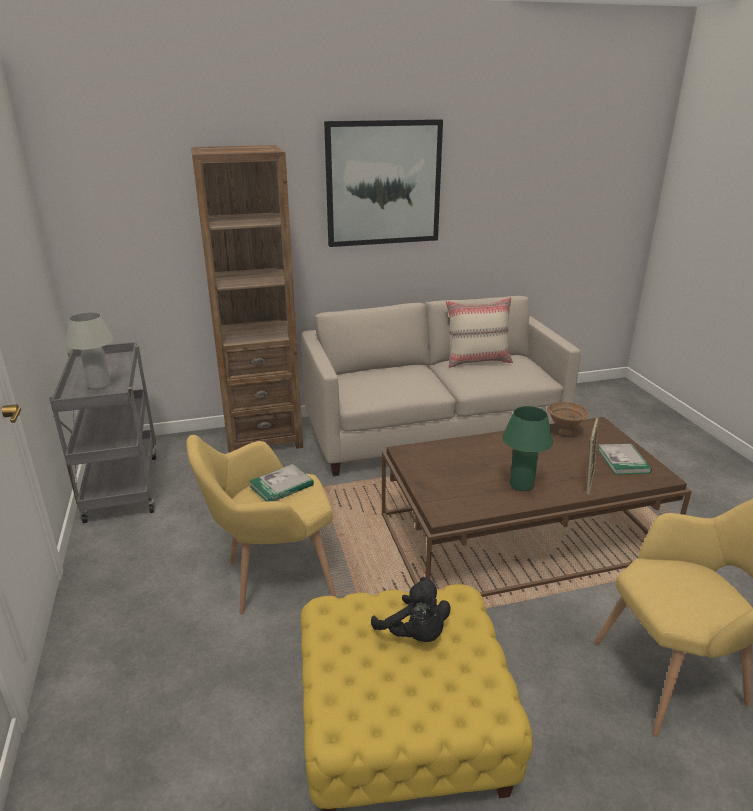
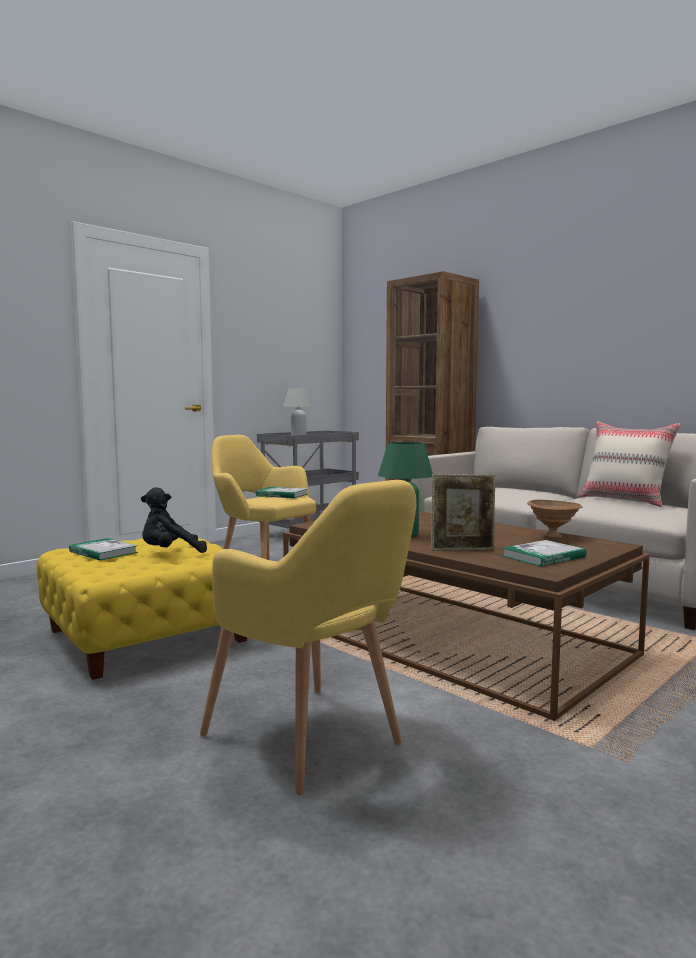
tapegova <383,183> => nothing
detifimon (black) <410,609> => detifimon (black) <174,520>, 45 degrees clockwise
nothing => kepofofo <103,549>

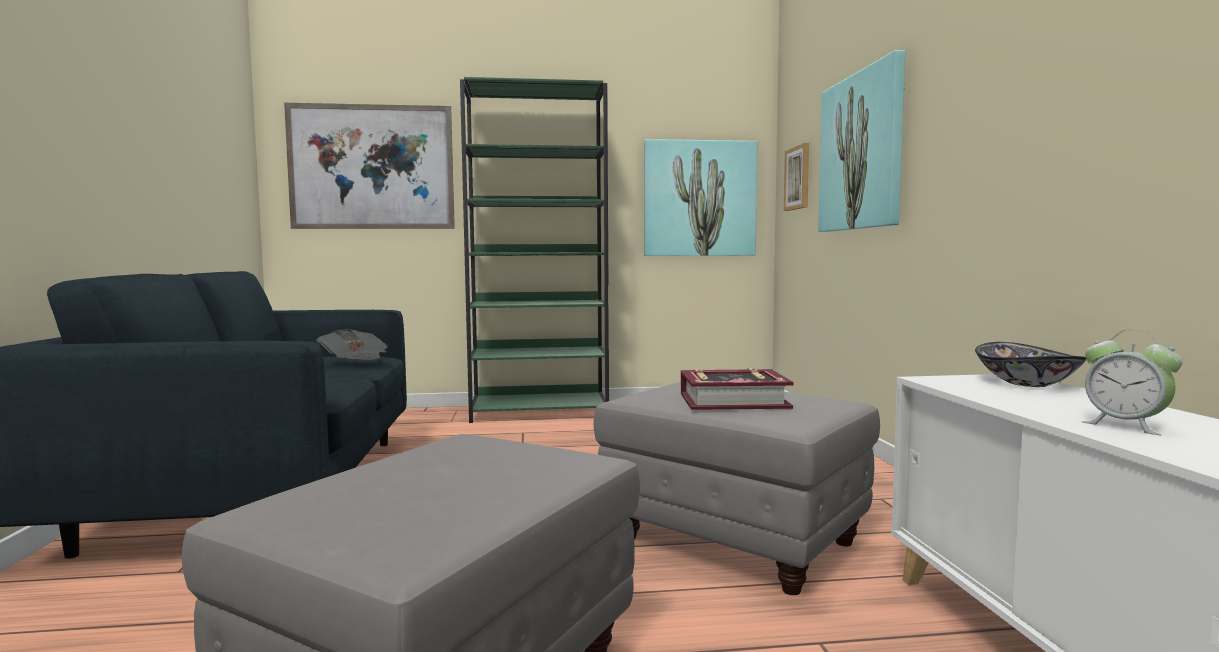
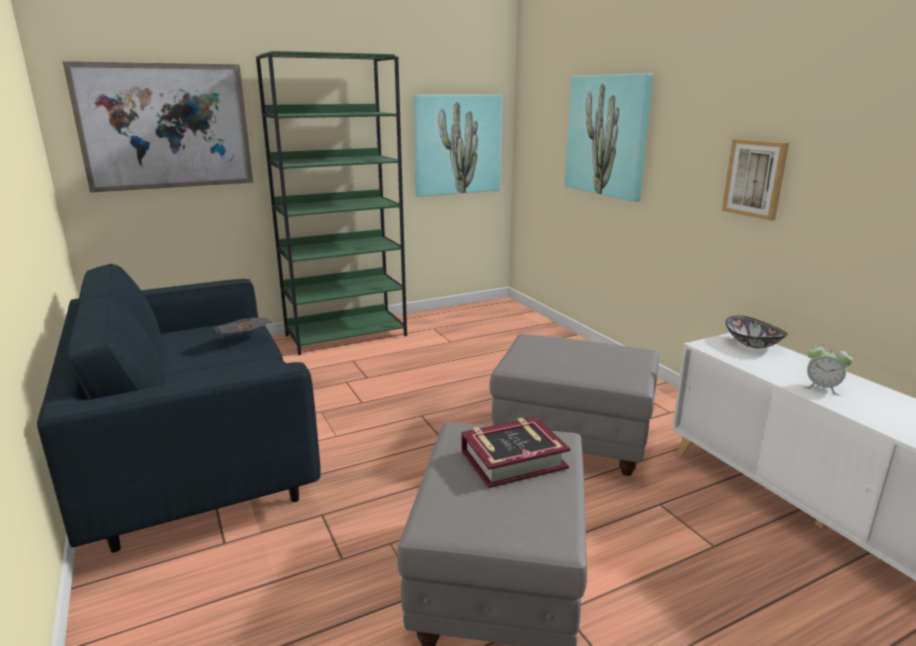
kepofofo <737,389> => kepofofo <515,452>, relocated
tapegova <796,177> => tapegova <755,180>, relocated

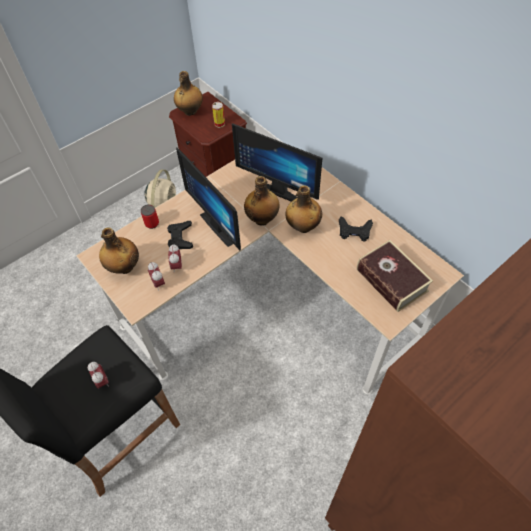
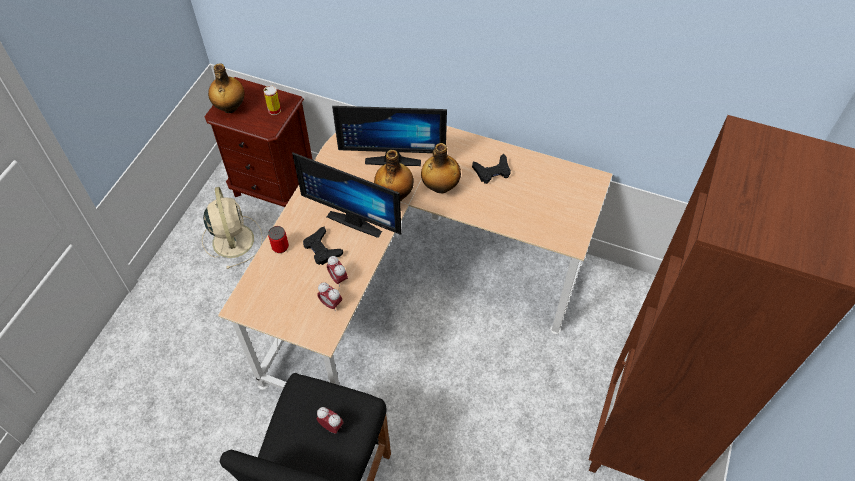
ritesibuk <119,250> => nothing
kepofofo <395,276> => nothing

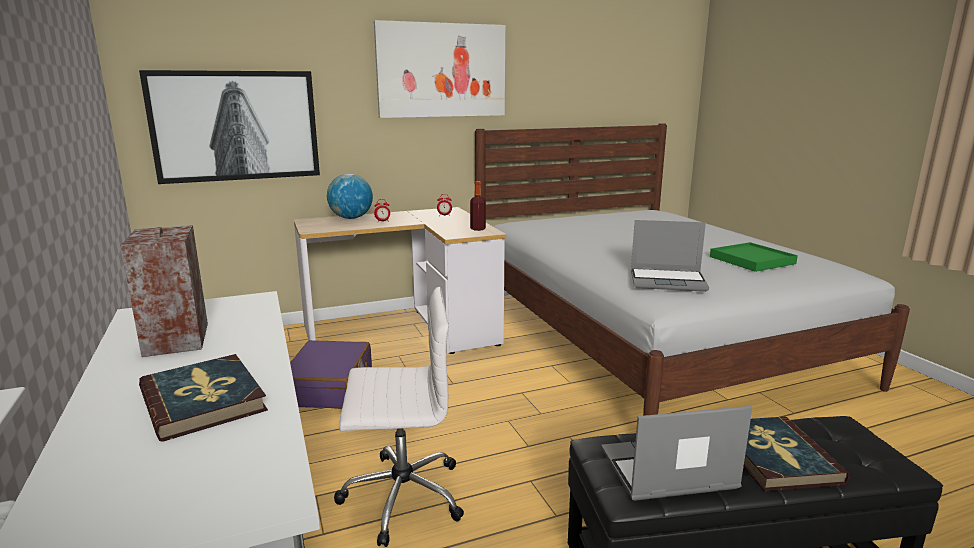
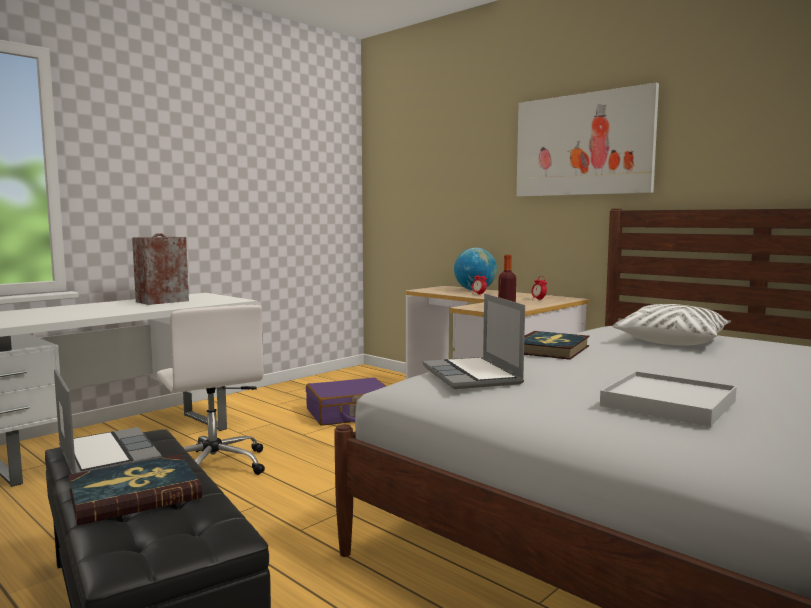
tapegova <229,127> => nothing
kepofofo <203,398> => kepofofo <557,345>, relocated
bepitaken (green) <754,257> => bepitaken (white) <668,399>
nothing => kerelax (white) <671,325>

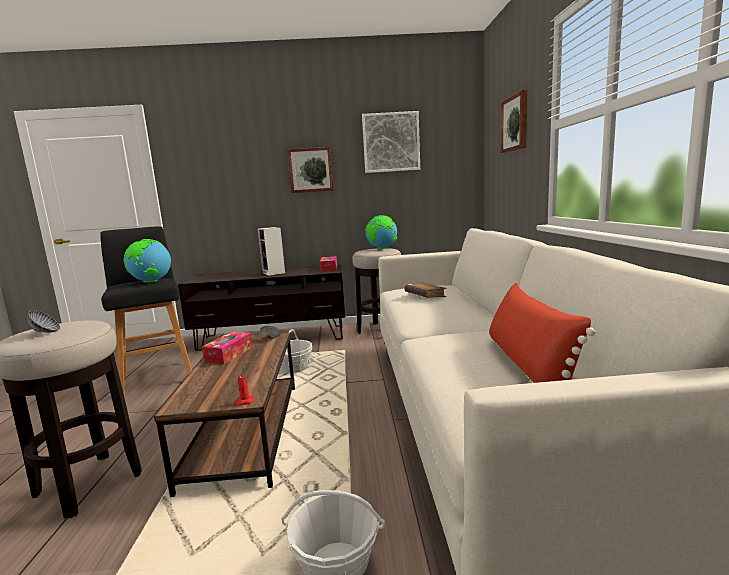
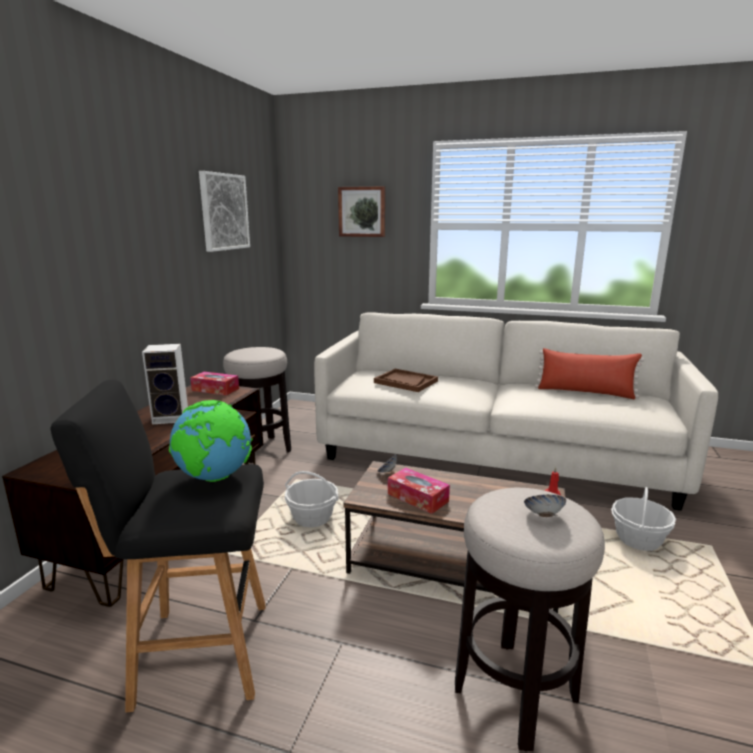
tapegova <310,170> => nothing
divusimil <381,232> => nothing
kepofofo (brown) <426,290> => bepitaken (brown) <406,380>

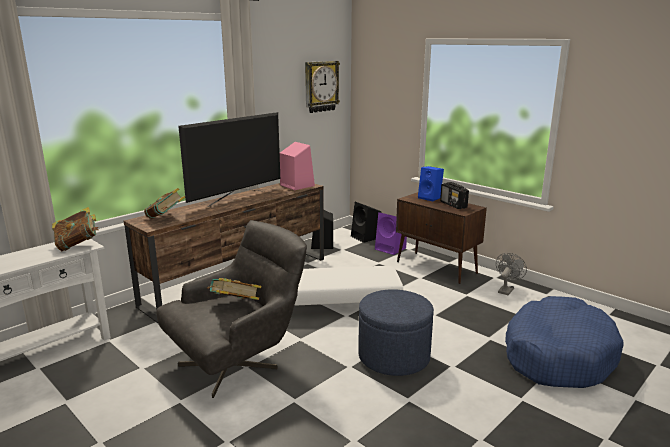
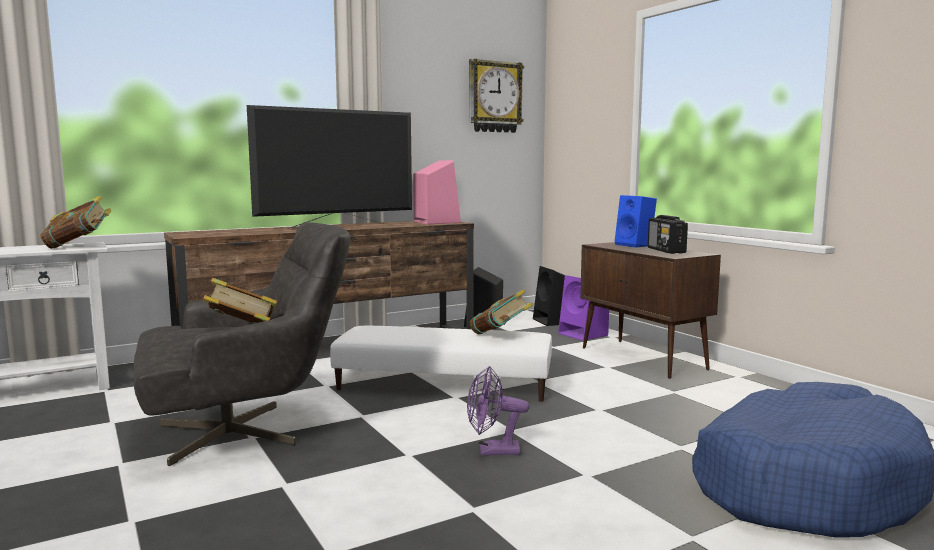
kepofofo <164,203> => kepofofo <501,311>, relocated
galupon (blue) <396,332> => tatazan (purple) <498,410>
tatazan (grey) <511,274> => nothing

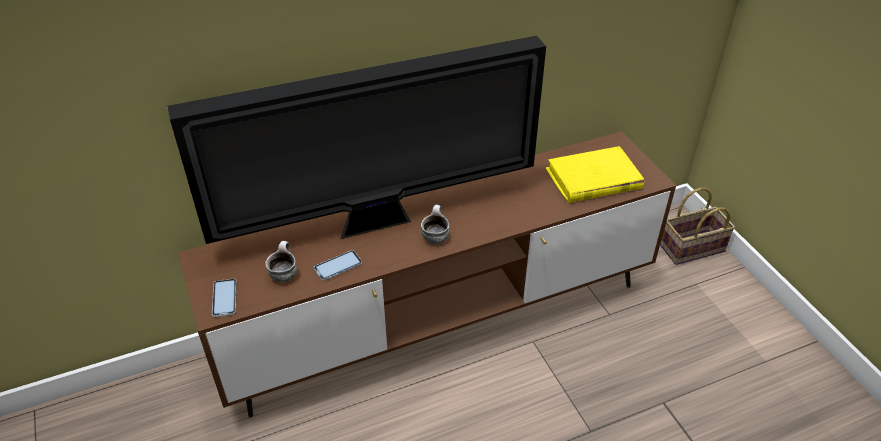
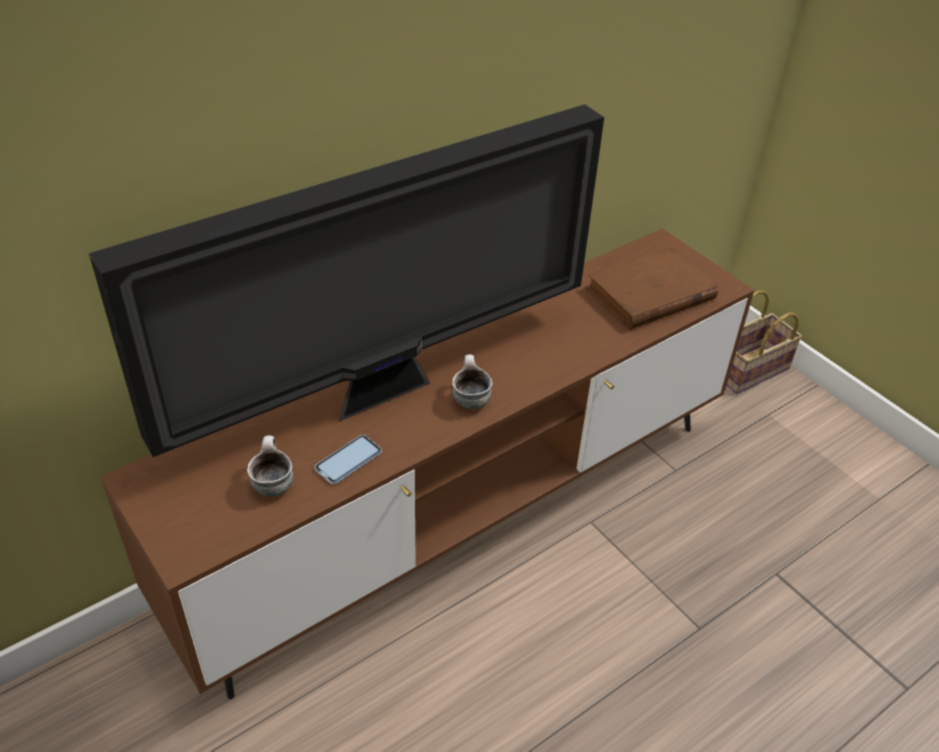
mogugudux <224,298> => nothing
kepofofo (yellow) <594,174> => kepofofo (brown) <651,288>

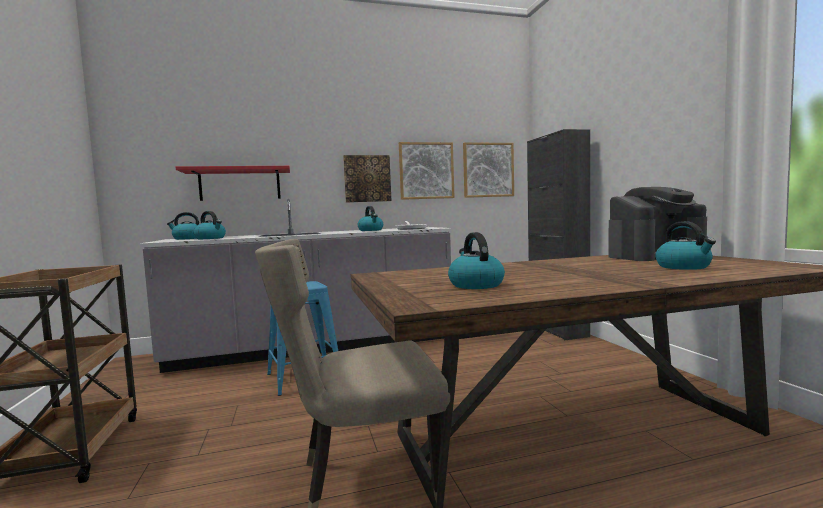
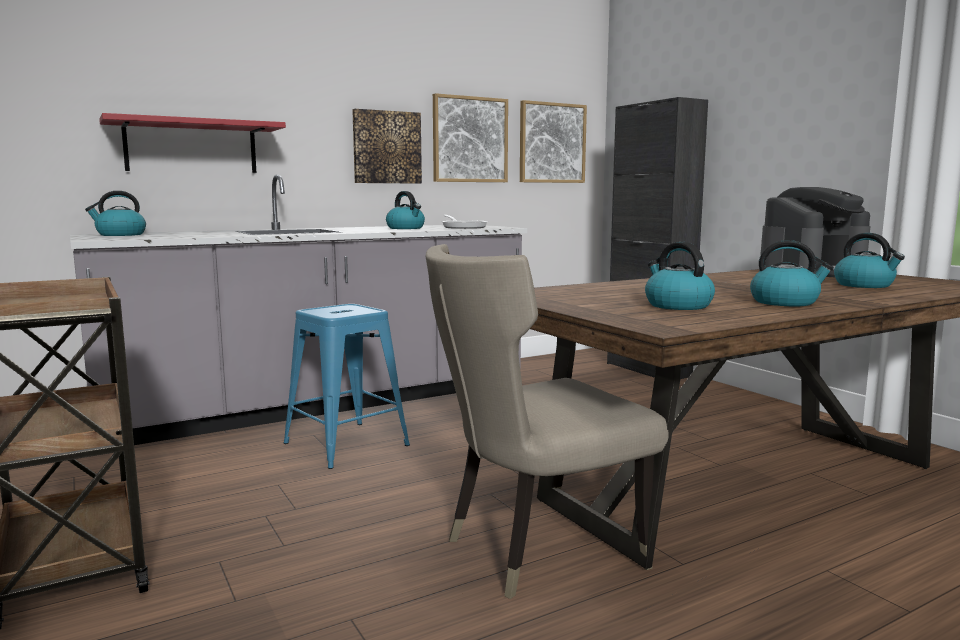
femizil <209,225> => femizil <792,273>, relocated

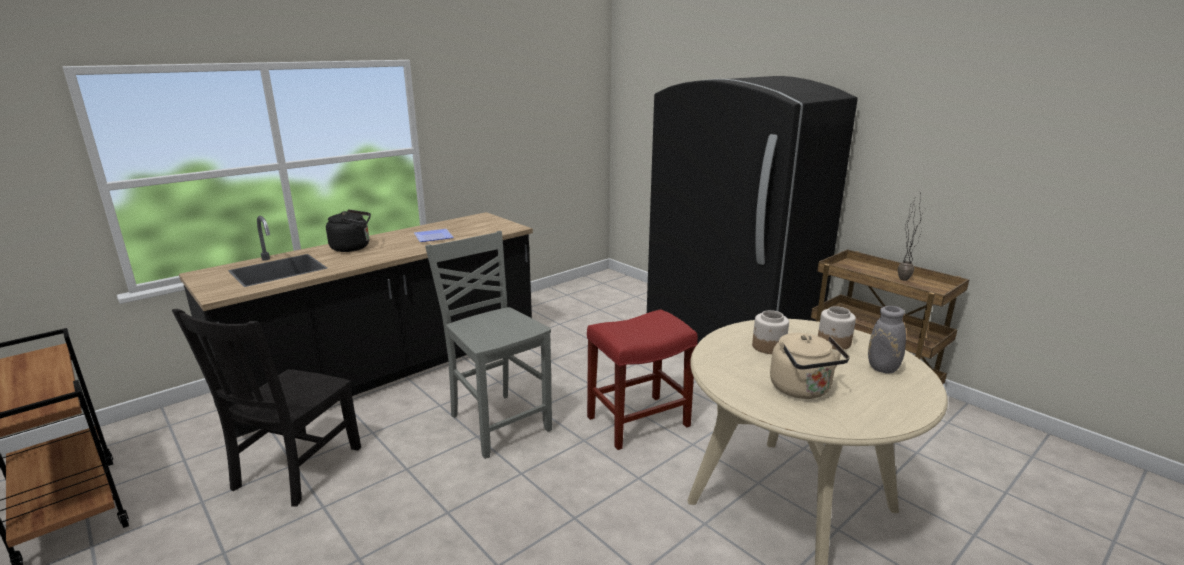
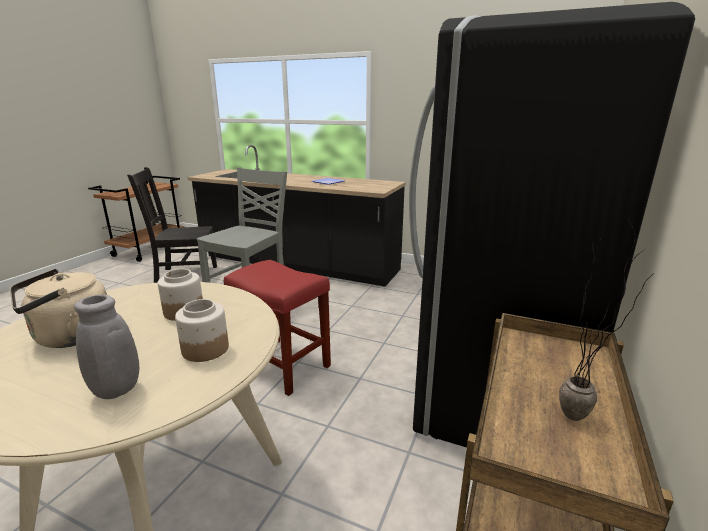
femizil (black) <348,230> => nothing

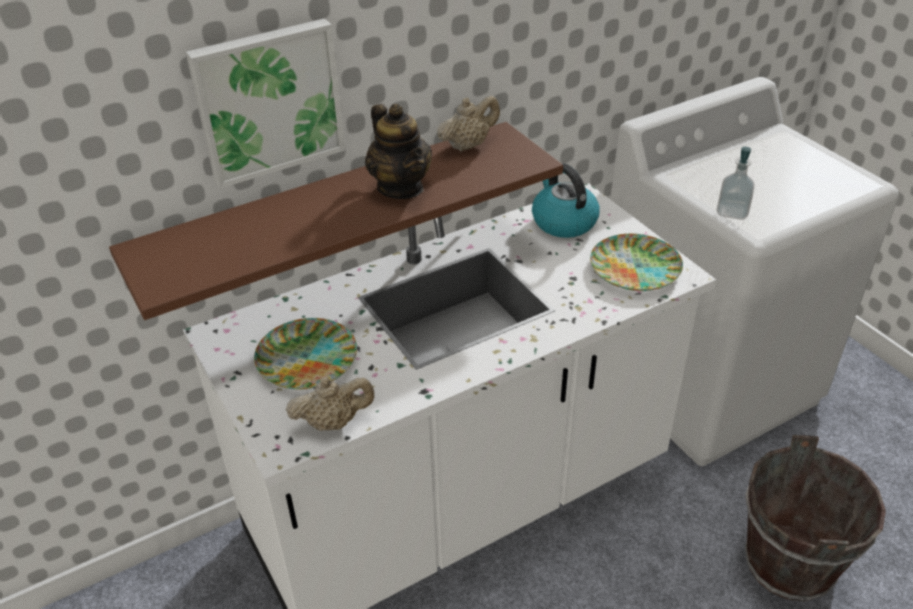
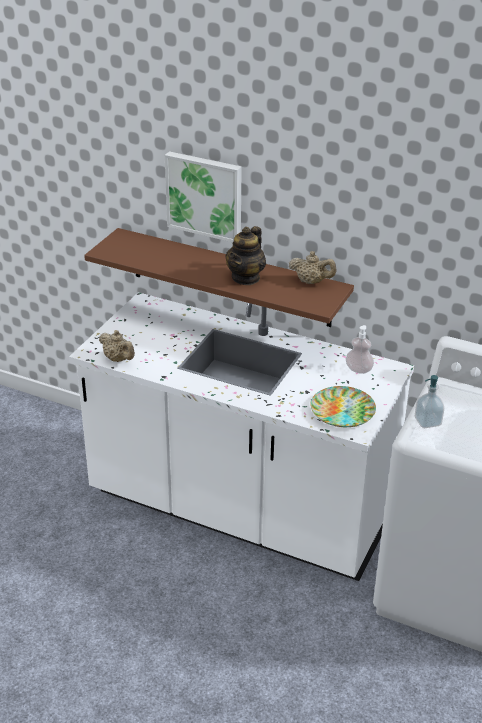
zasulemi <305,354> => nothing
femizil <566,200> => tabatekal <360,349>
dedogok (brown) <815,518> => nothing

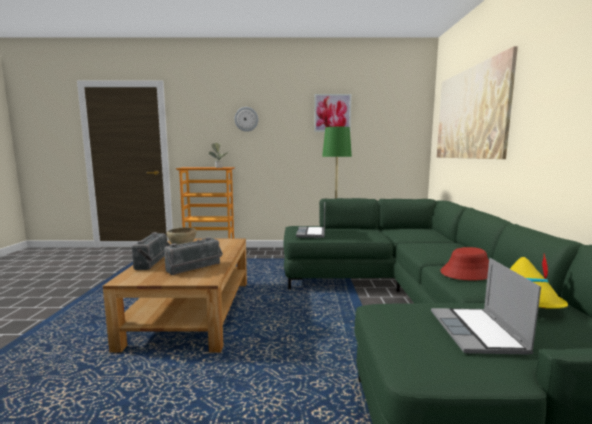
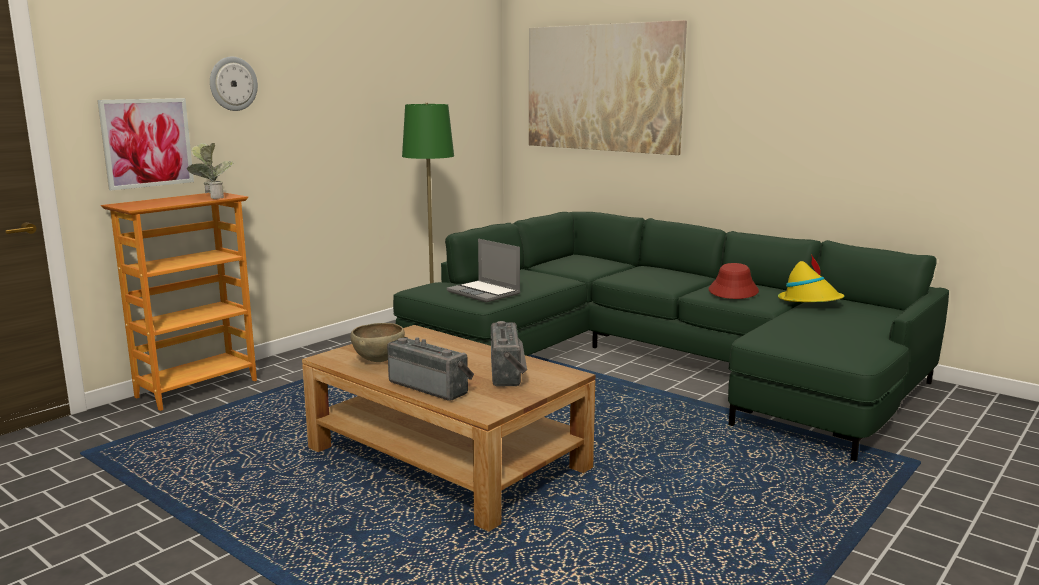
tapegova <332,113> => tapegova <145,144>, relocated
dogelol <486,306> => nothing

